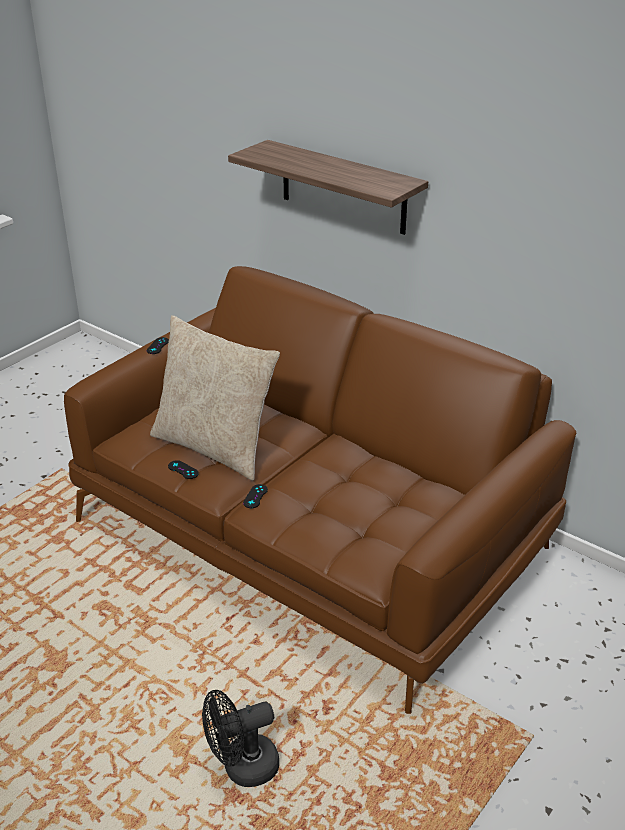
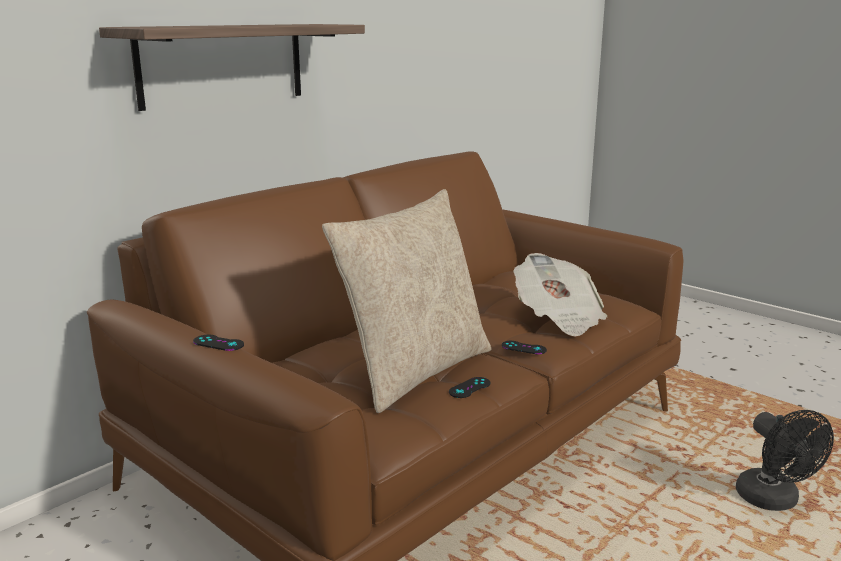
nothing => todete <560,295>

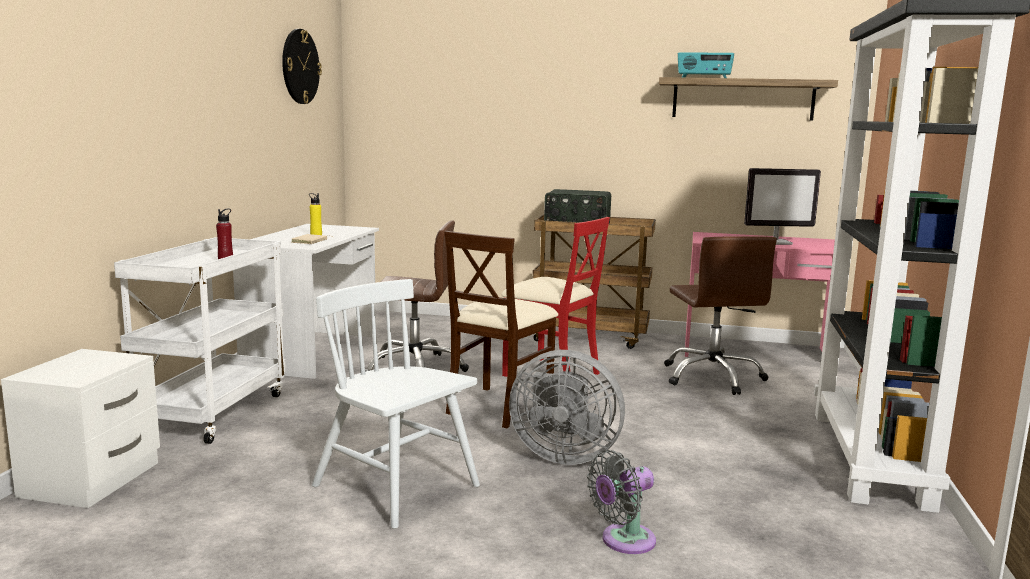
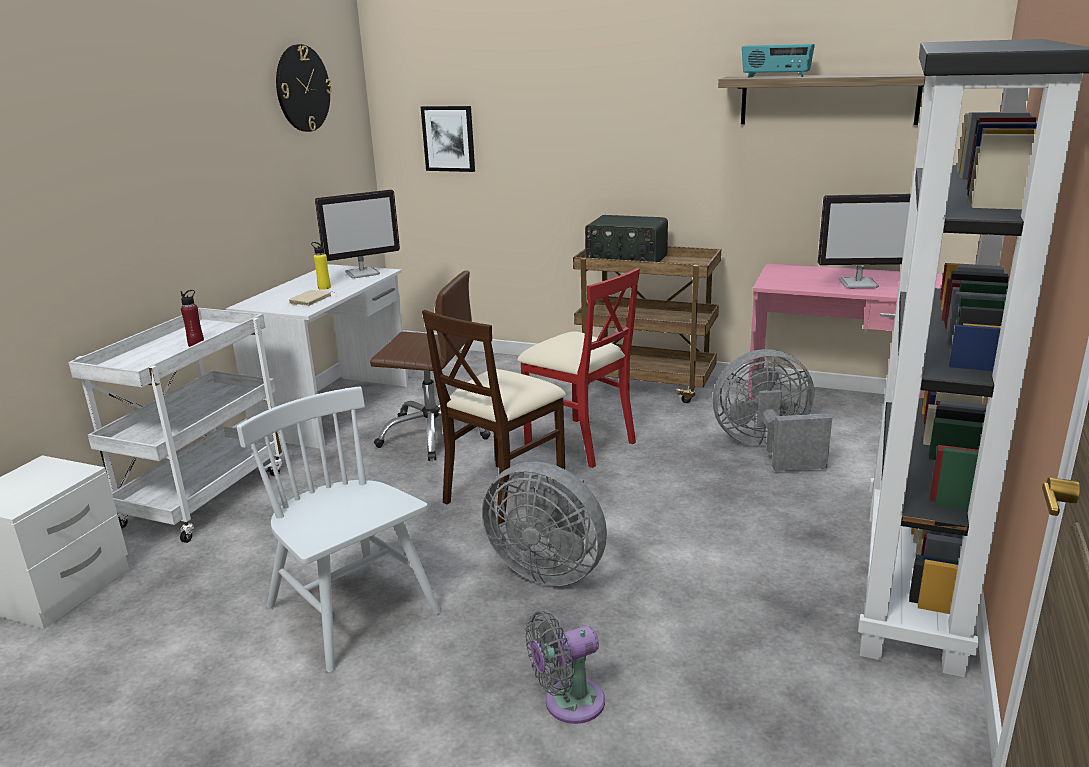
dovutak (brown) <720,315> => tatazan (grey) <772,410>
nothing => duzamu <357,234>
nothing => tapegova <448,139>

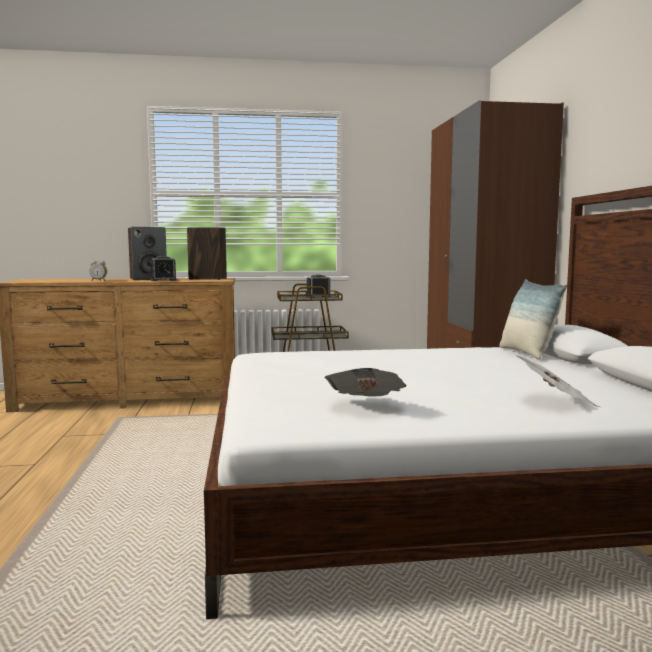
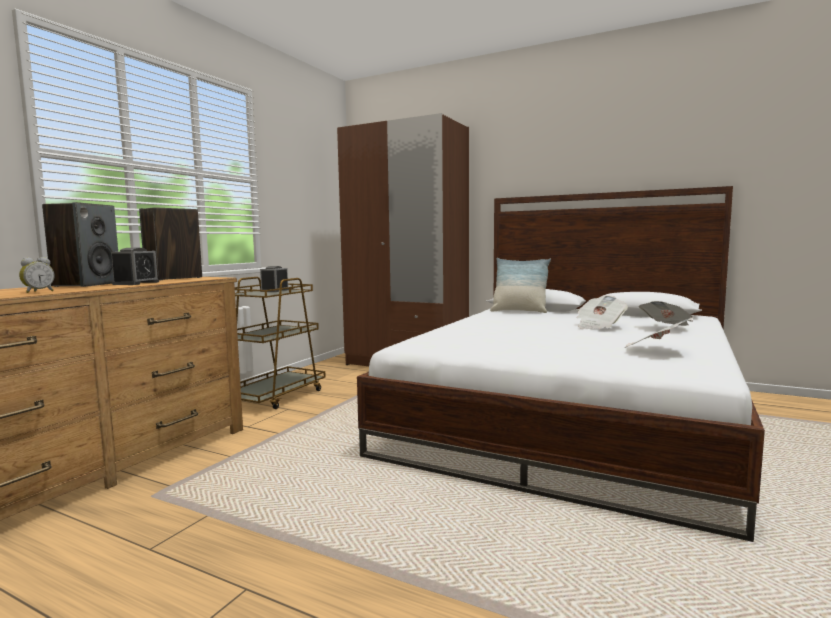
nothing => todete <602,312>

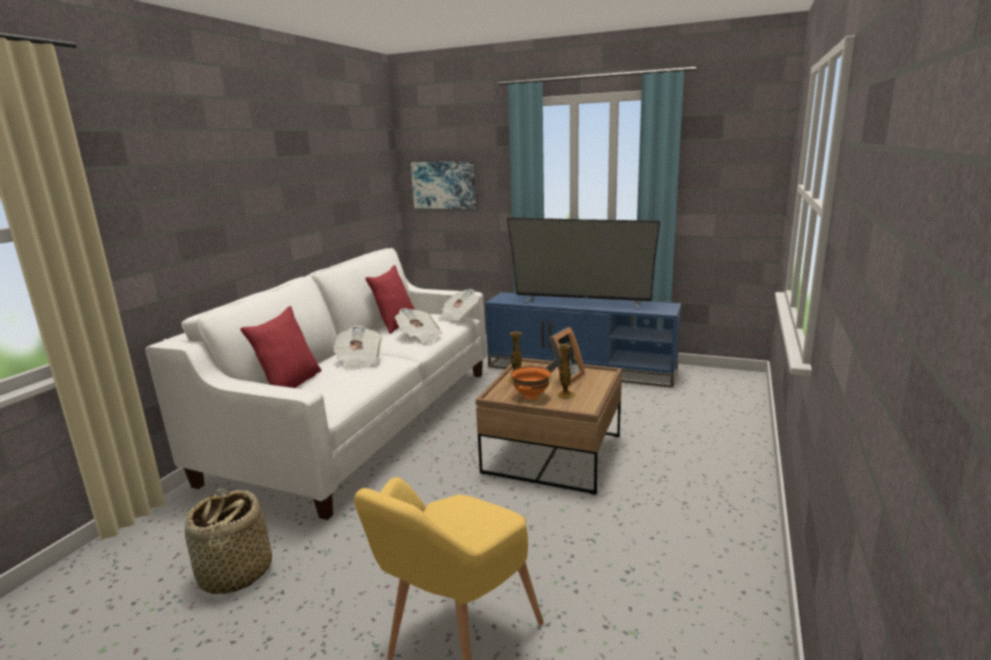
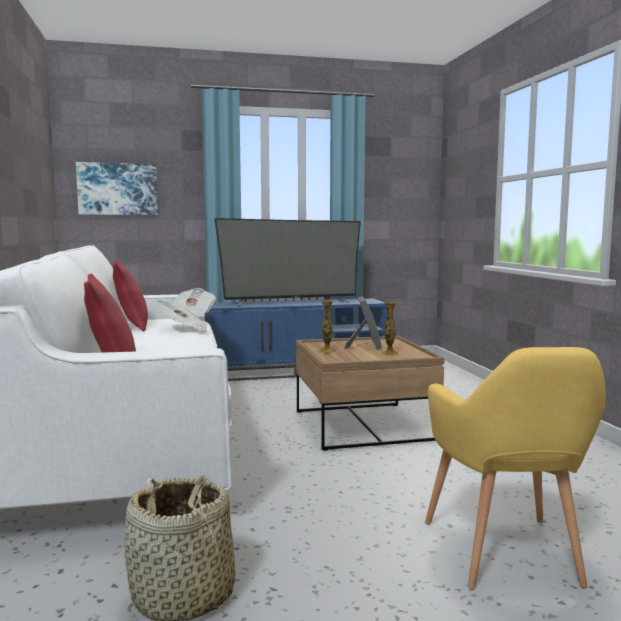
todete <357,348> => nothing
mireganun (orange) <531,383> => nothing

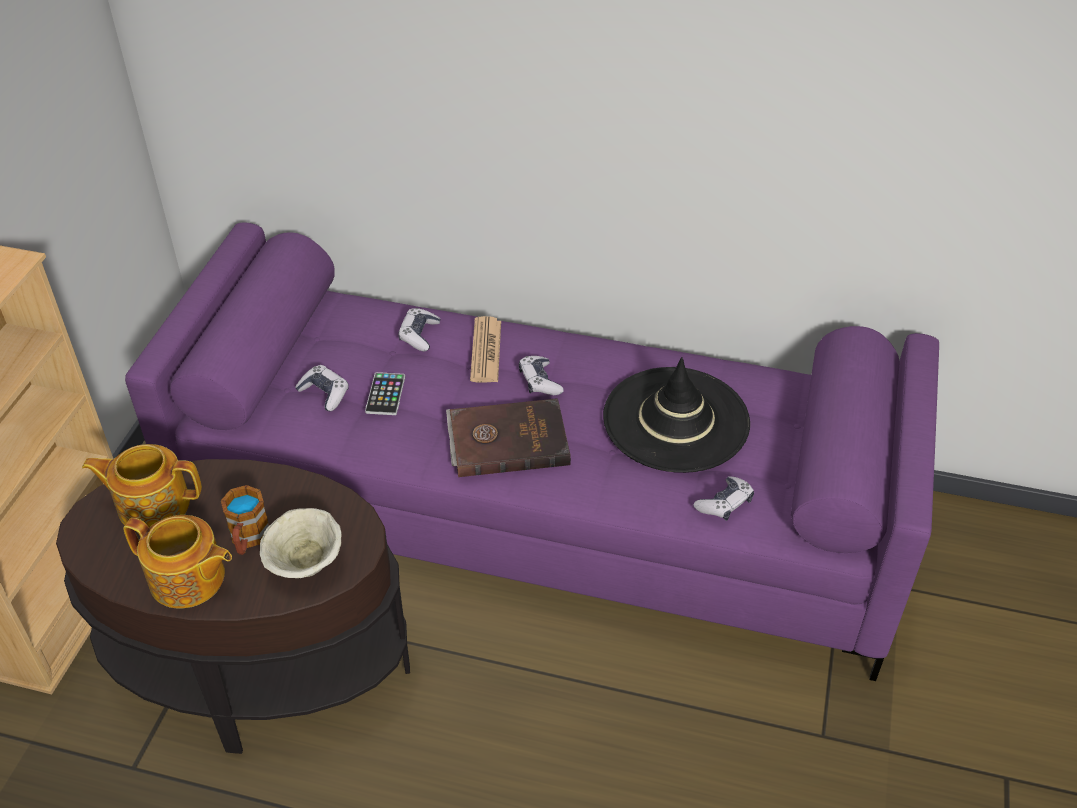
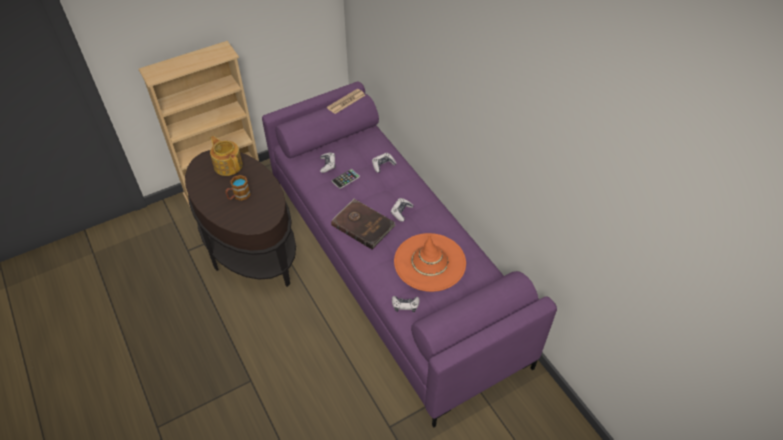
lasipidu <177,562> => nothing
mireganun (beige) <301,543> => nothing
todete <485,349> => todete <346,101>, relocated
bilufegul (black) <676,415> => bilufegul (orange) <430,262>

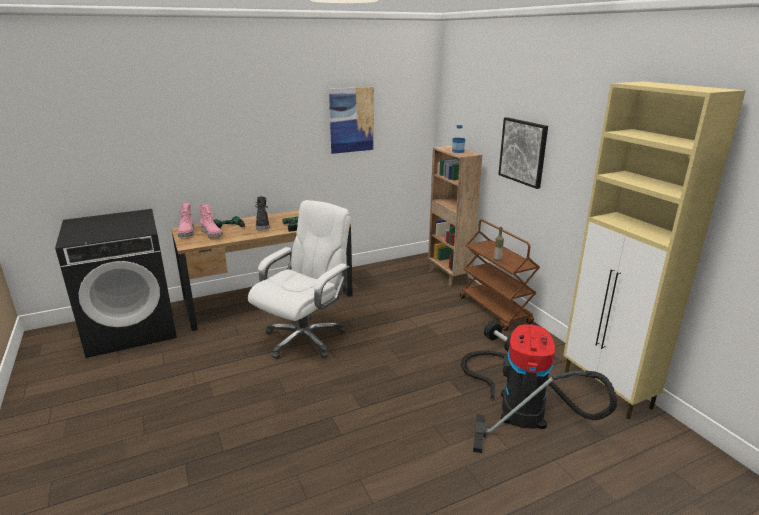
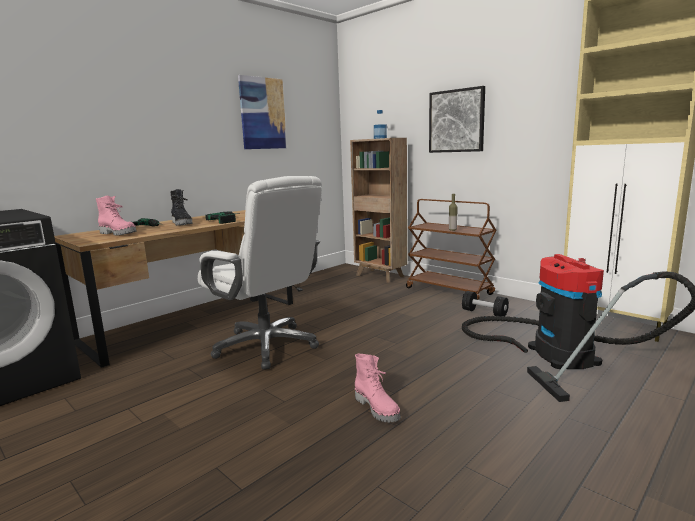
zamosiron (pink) <186,219> => zamosiron (pink) <378,388>, relocated
dovutak (white) <299,279> => dovutak (white) <260,273>, 120 degrees clockwise

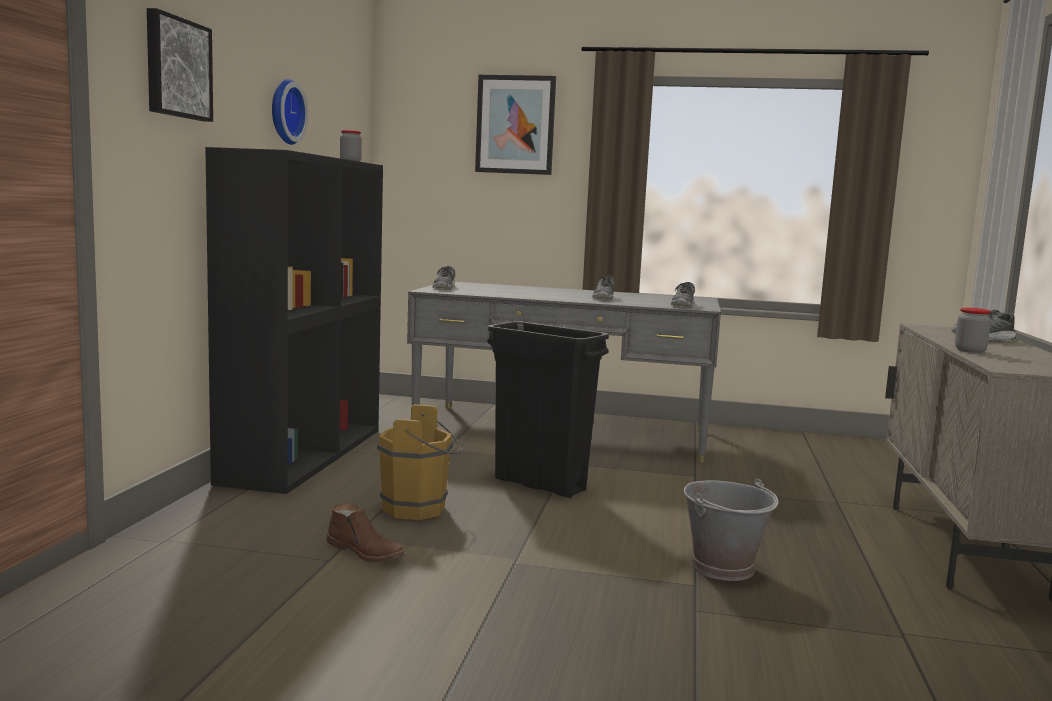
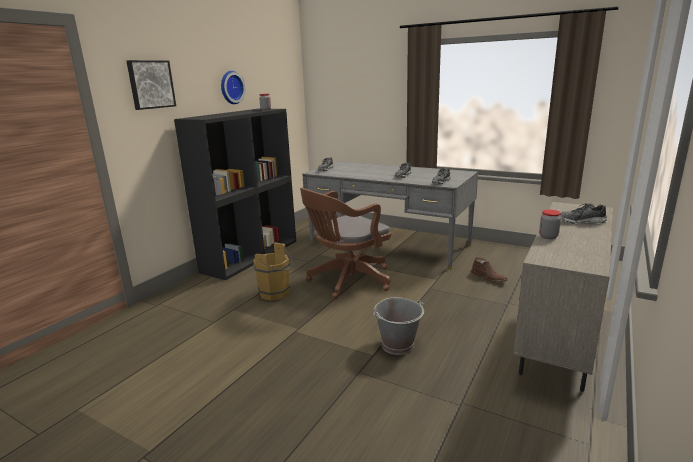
zamosiron (brown) <366,533> => zamosiron (brown) <489,270>, relocated
tapegova <515,125> => nothing
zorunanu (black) <548,409> => dovutak (brown) <345,243>

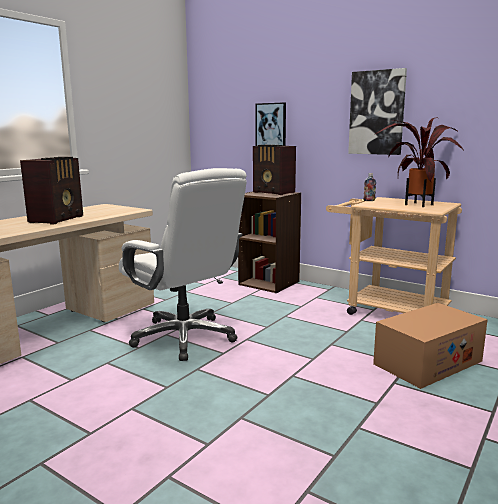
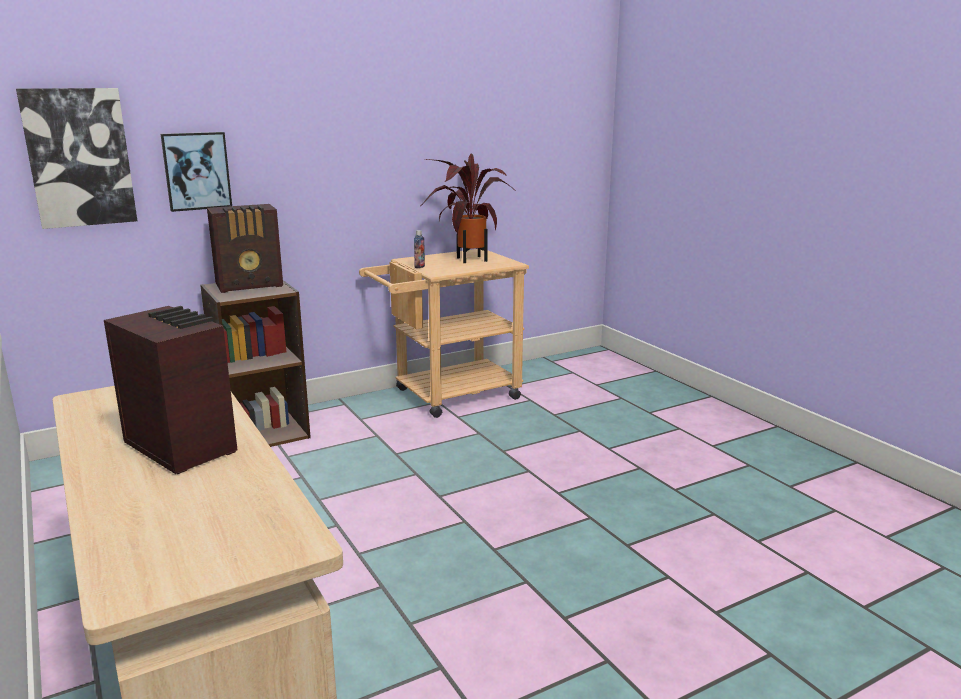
dovutak (white) <183,264> => nothing
tapegova <377,111> => tapegova <76,158>, relocated
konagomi <430,346> => nothing

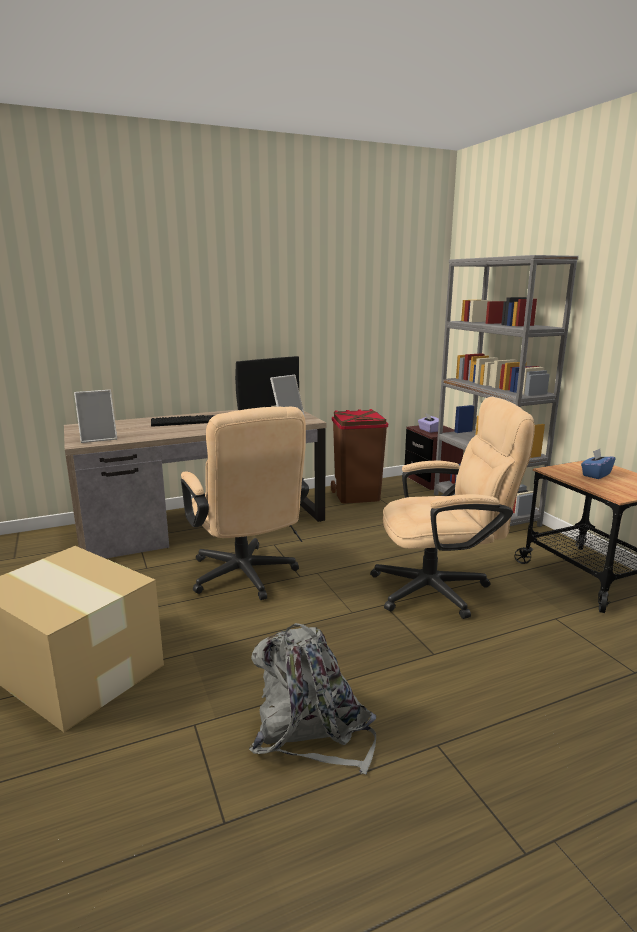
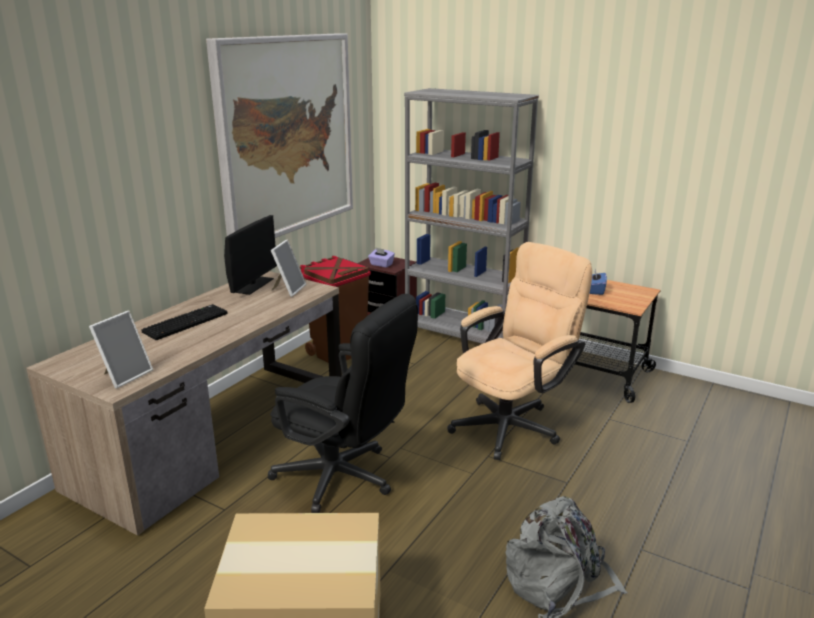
dovutak (beige) <245,503> => dovutak (black) <343,403>
nothing => tapegova <279,135>

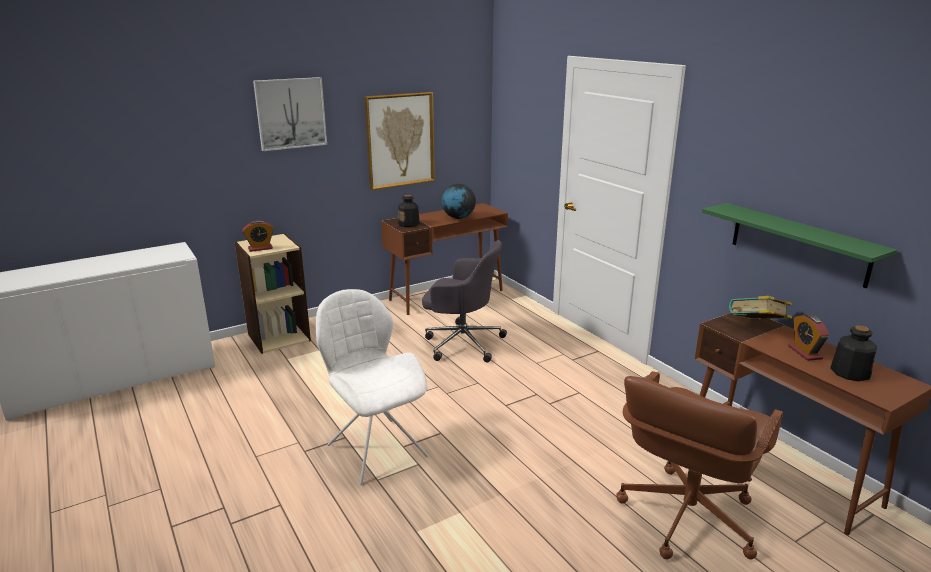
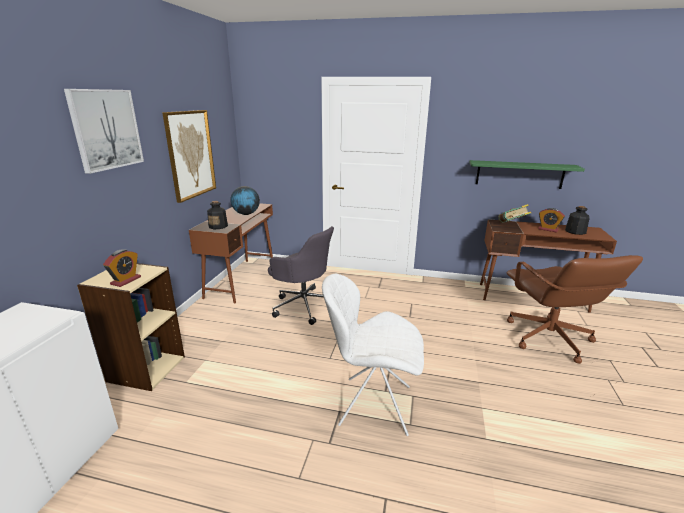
dovutak (grey) <464,301> => dovutak (grey) <301,275>, 60 degrees clockwise

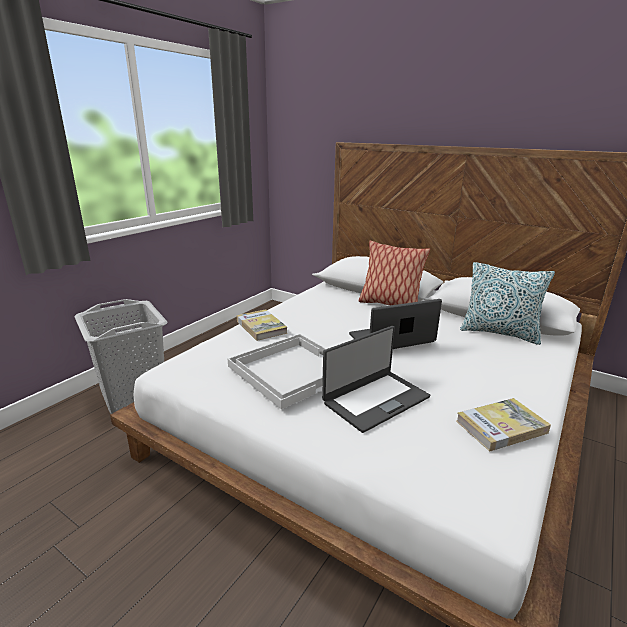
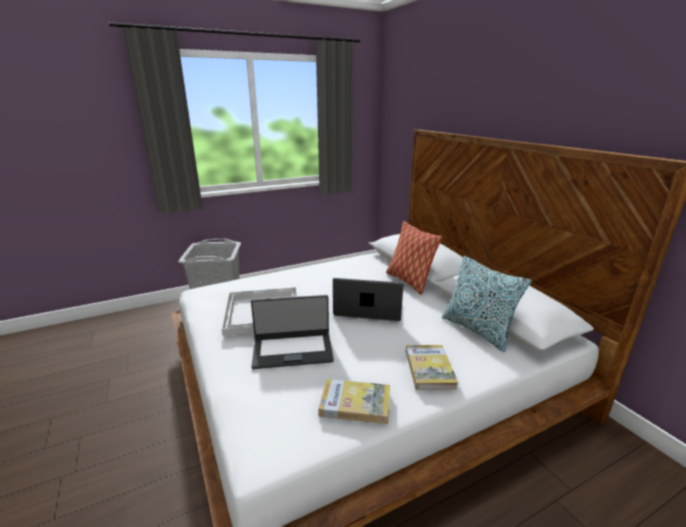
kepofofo <262,325> => kepofofo <432,367>, relocated

